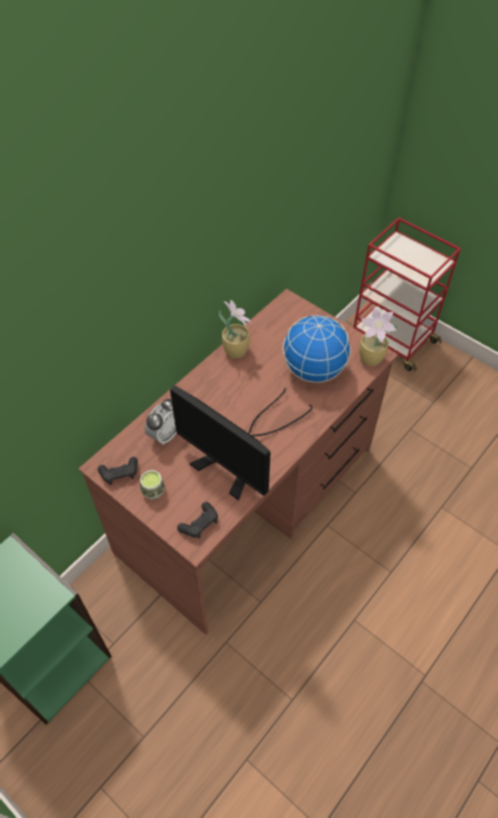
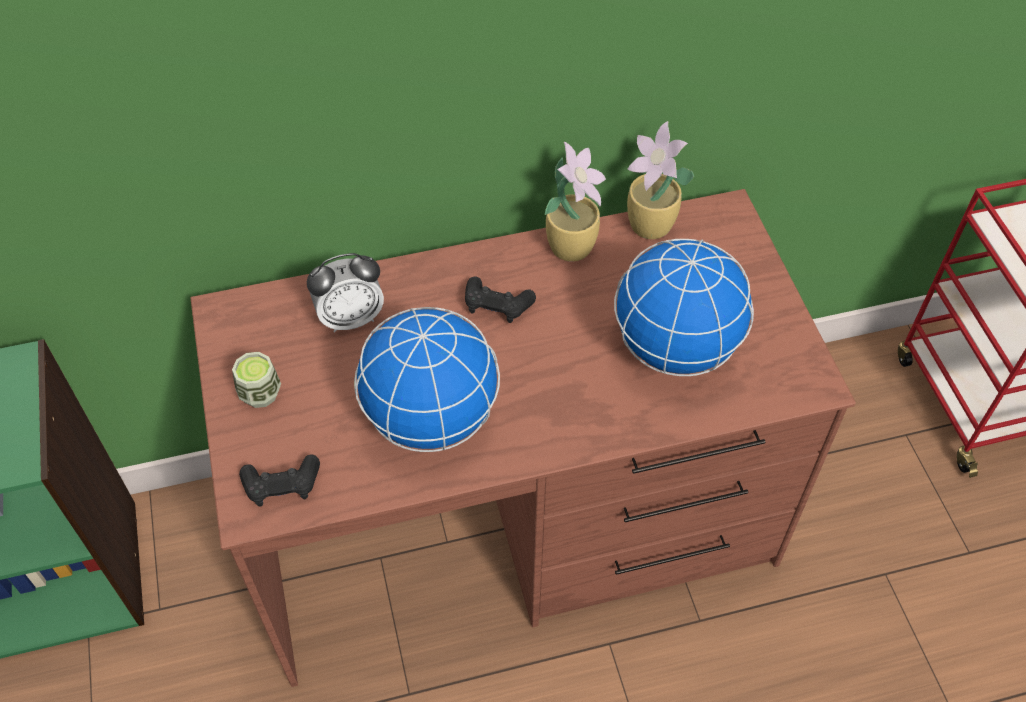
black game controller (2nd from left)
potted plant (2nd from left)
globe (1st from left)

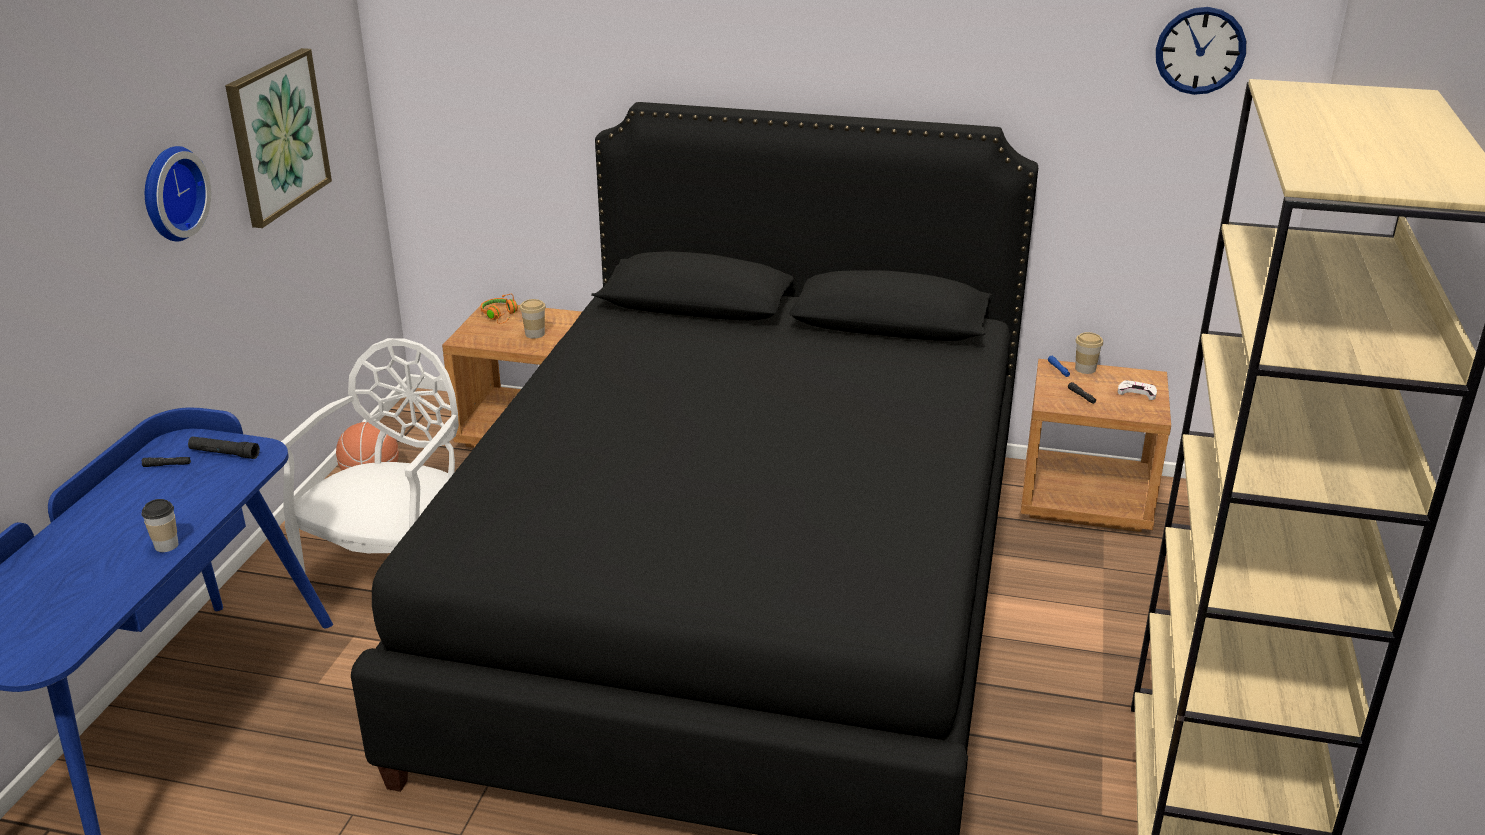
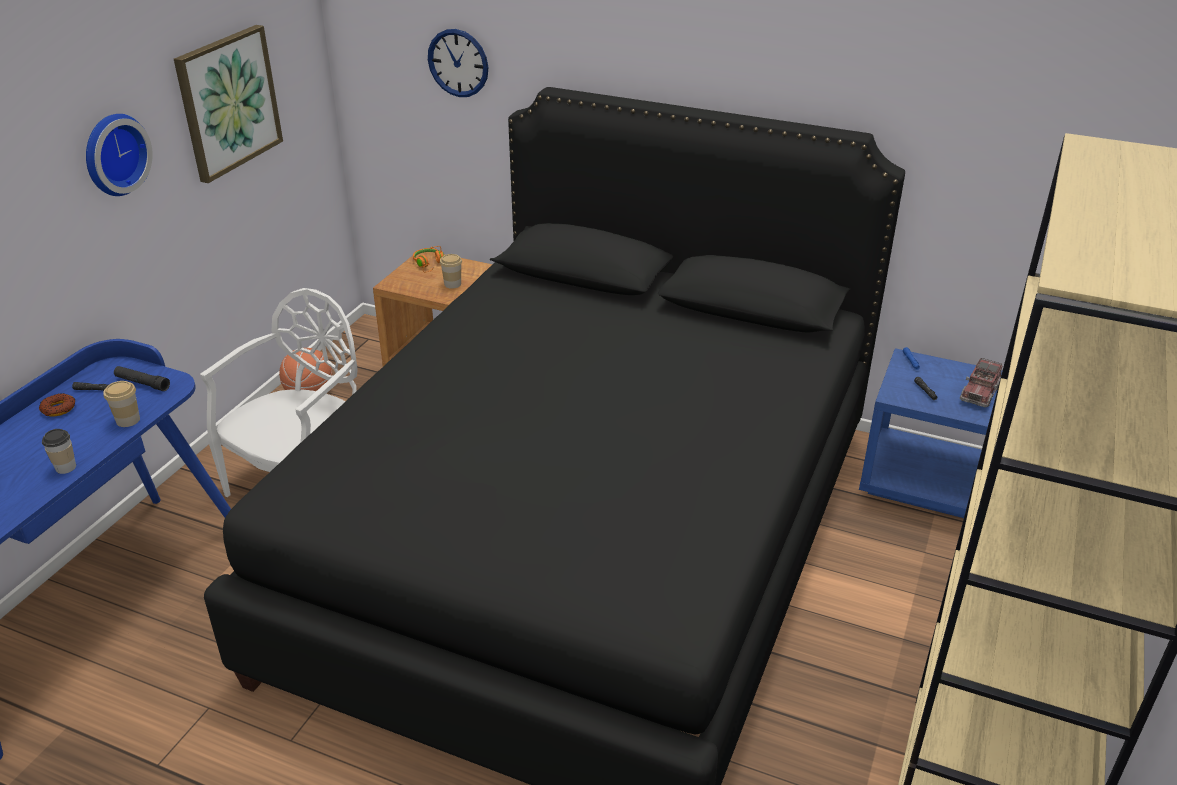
donut
cup (2nd from left)
wall clock (2nd from left)
toy truck
blue nightstand

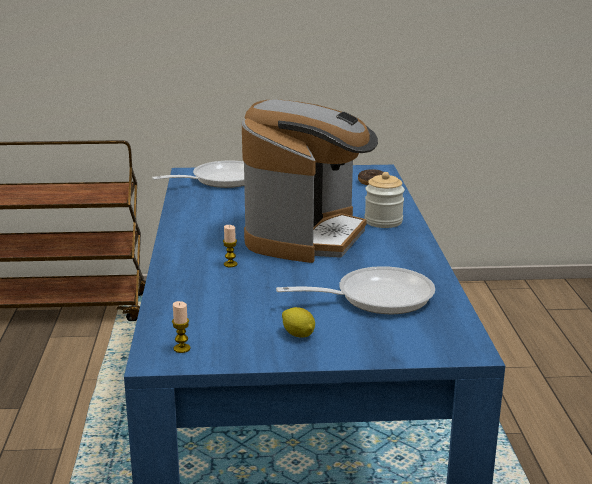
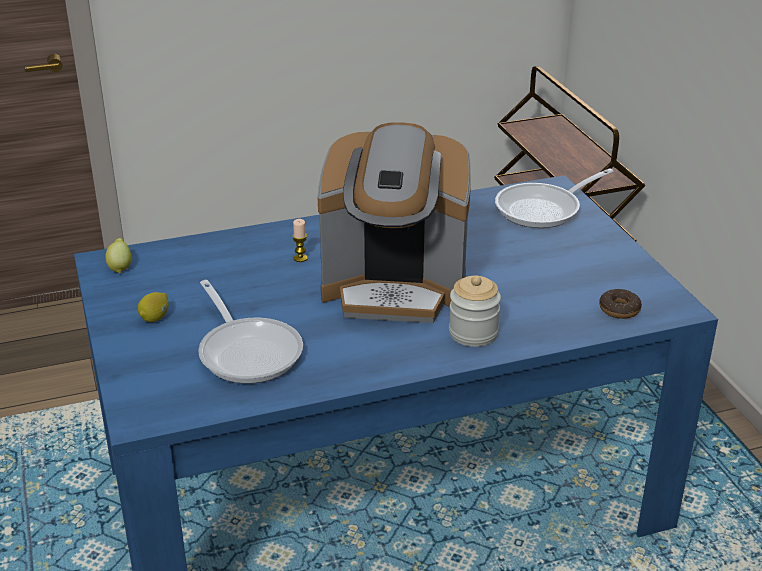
lemon (1st from left)
frying pan (2nd from left)

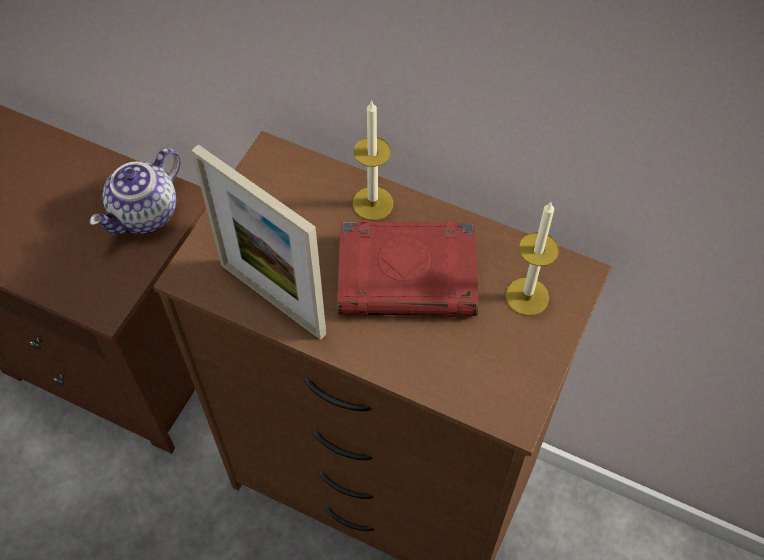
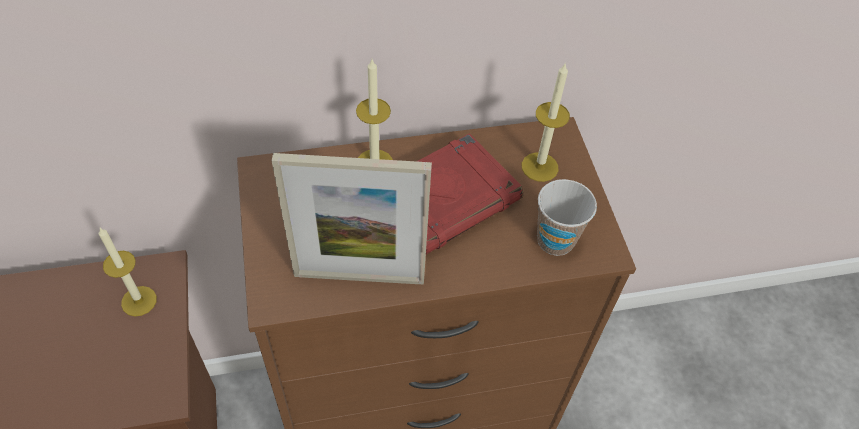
cup
candle (1st from left)

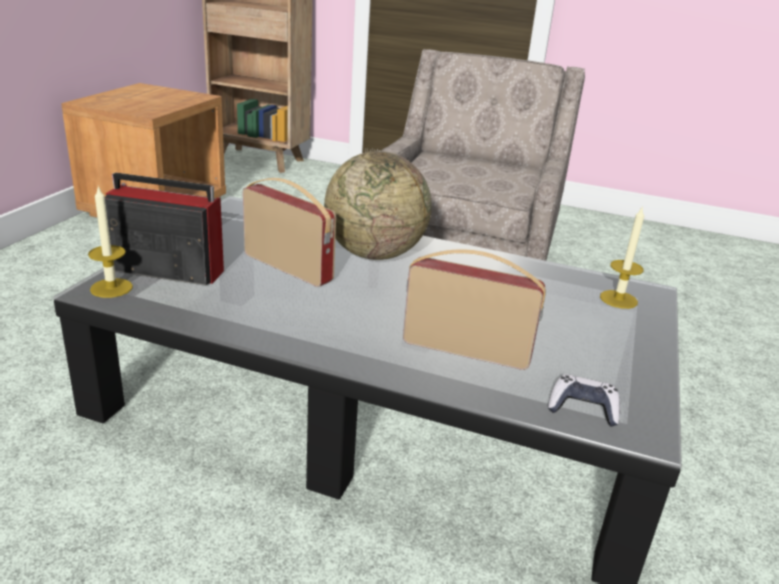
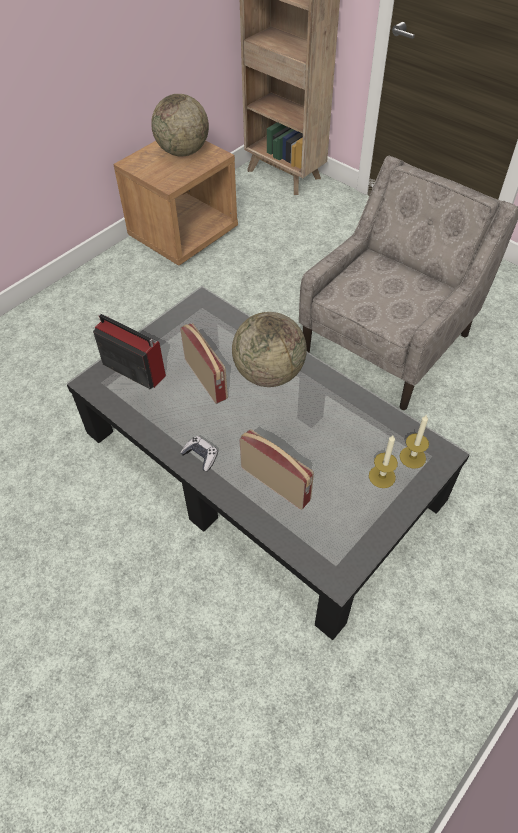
globe (1st from left)
candle (1st from left)
game controller

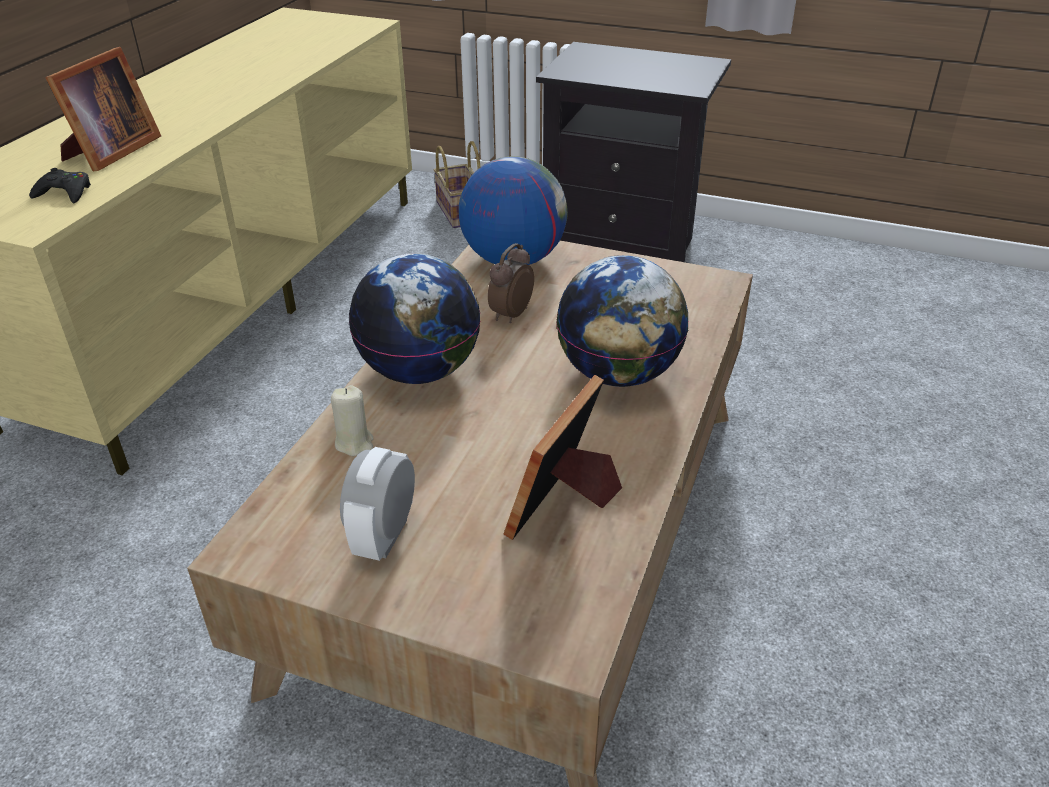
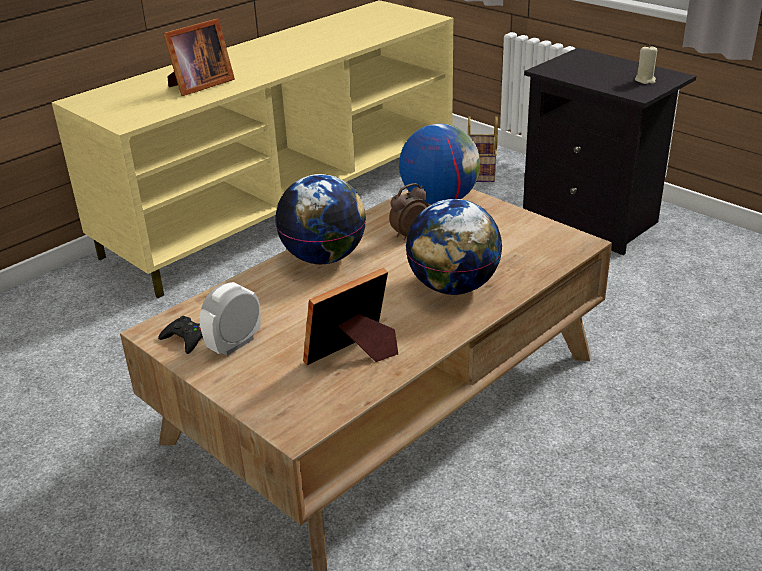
black game controller
beige candle

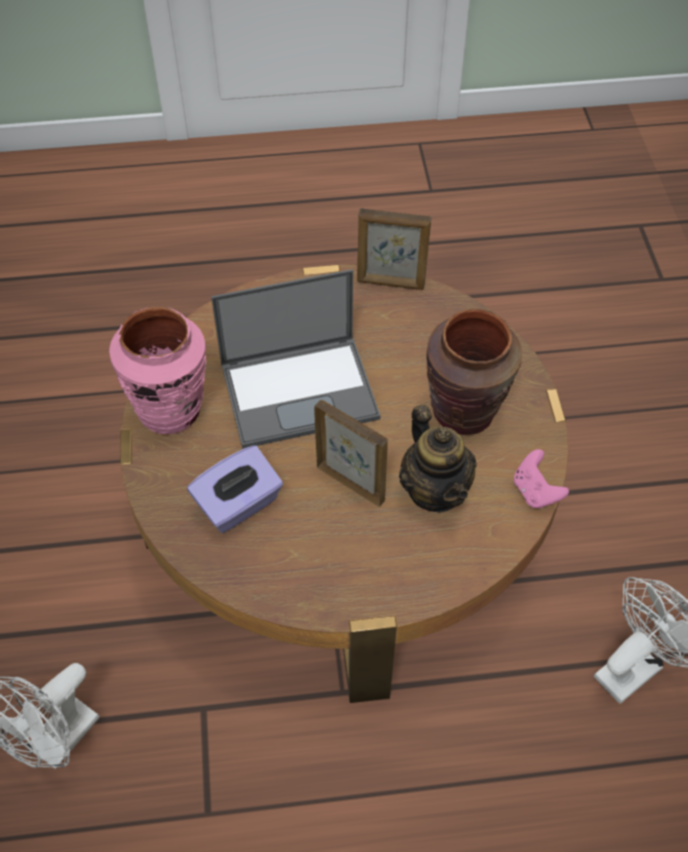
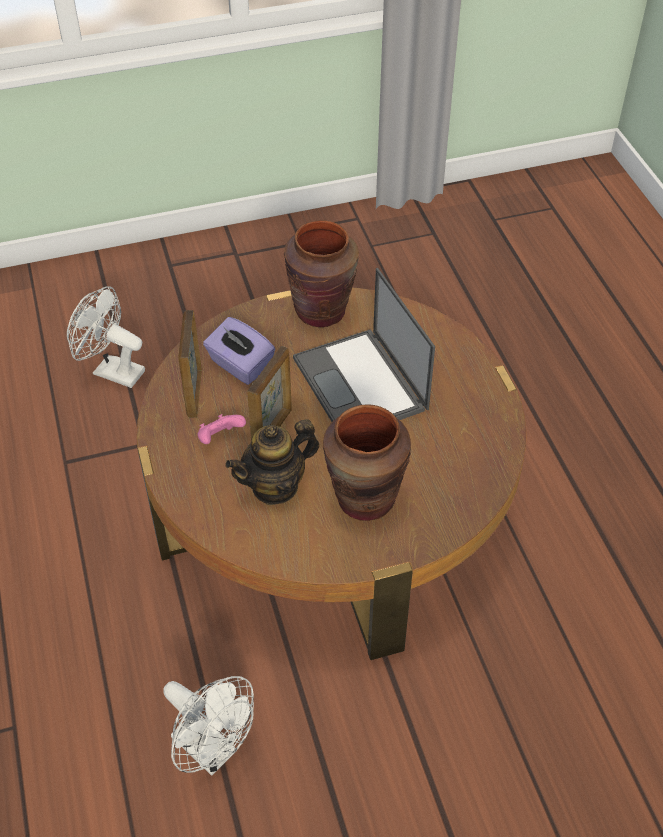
picture frame (1st from left)
pink game controller
brown vase (1st from left)

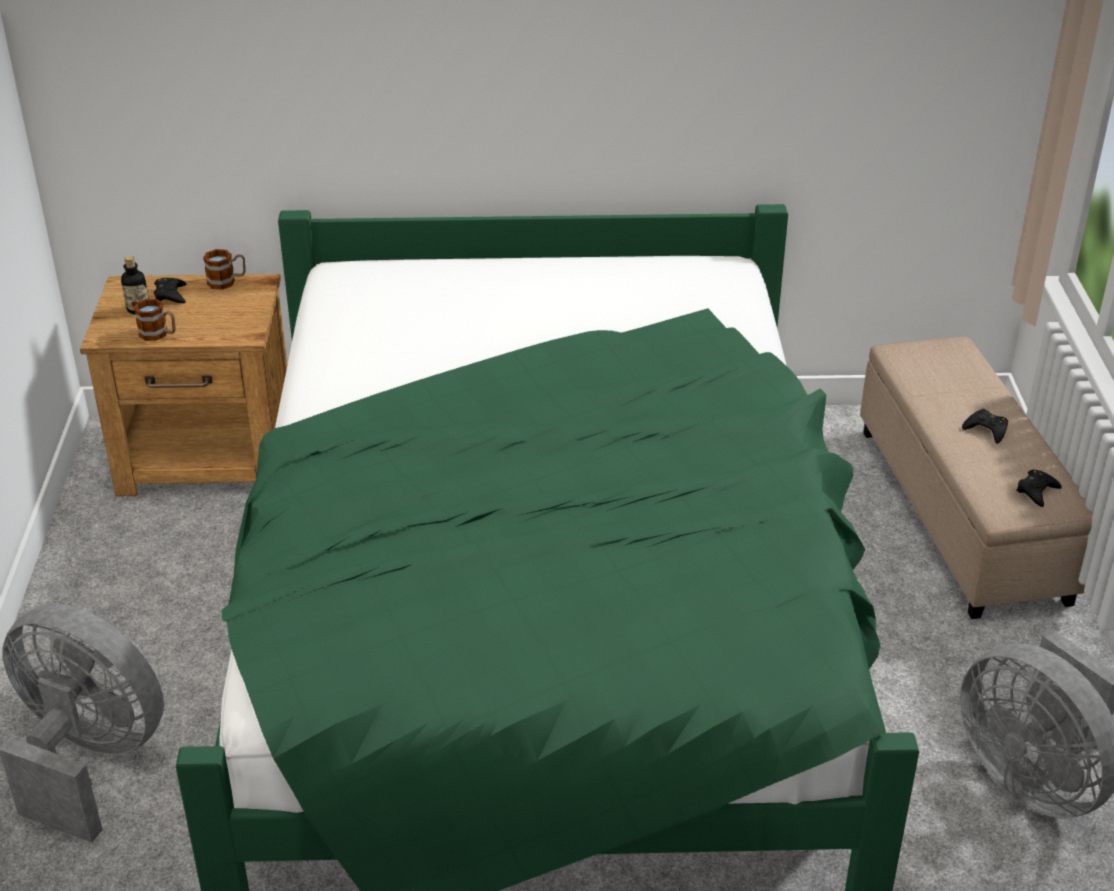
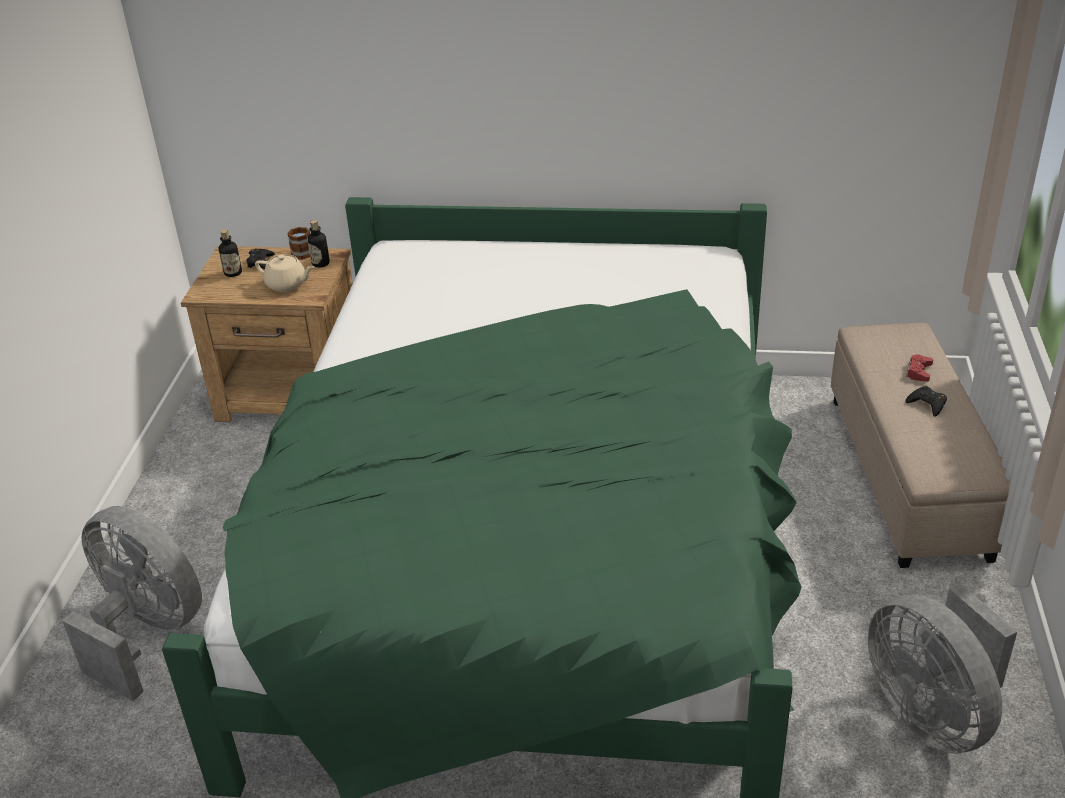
mug (1st from left in the first image)
black game controller (3rd from left in the first image)
beige teapot
bottle (2nd from left)
red game controller

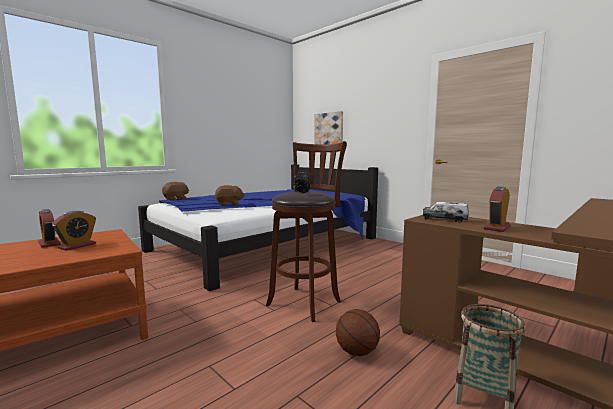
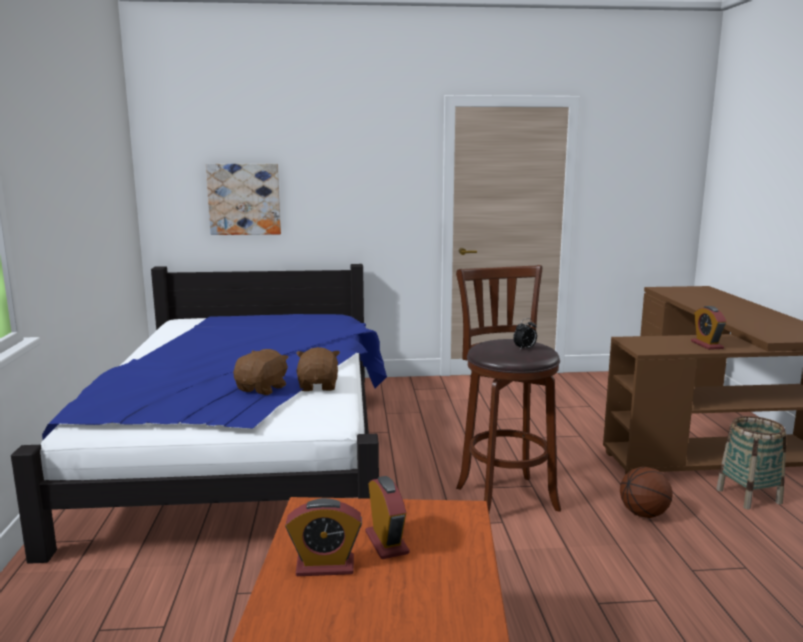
toy truck
brown plush toy (2nd from left)

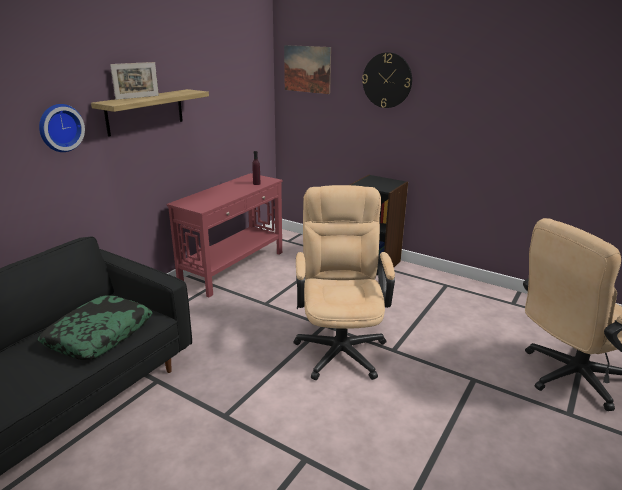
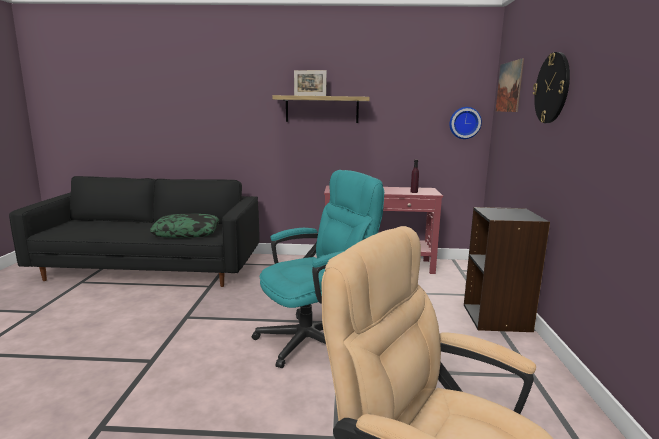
wall clock (1st from left)
turquoise office chair

